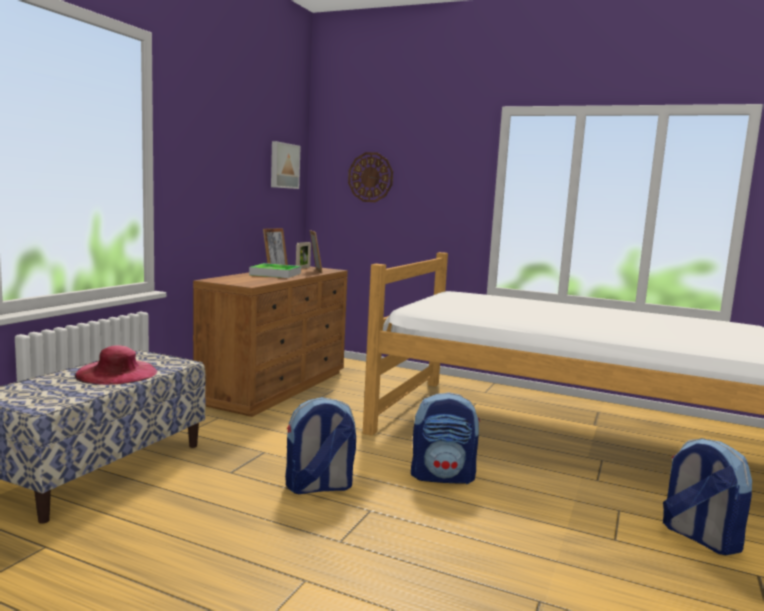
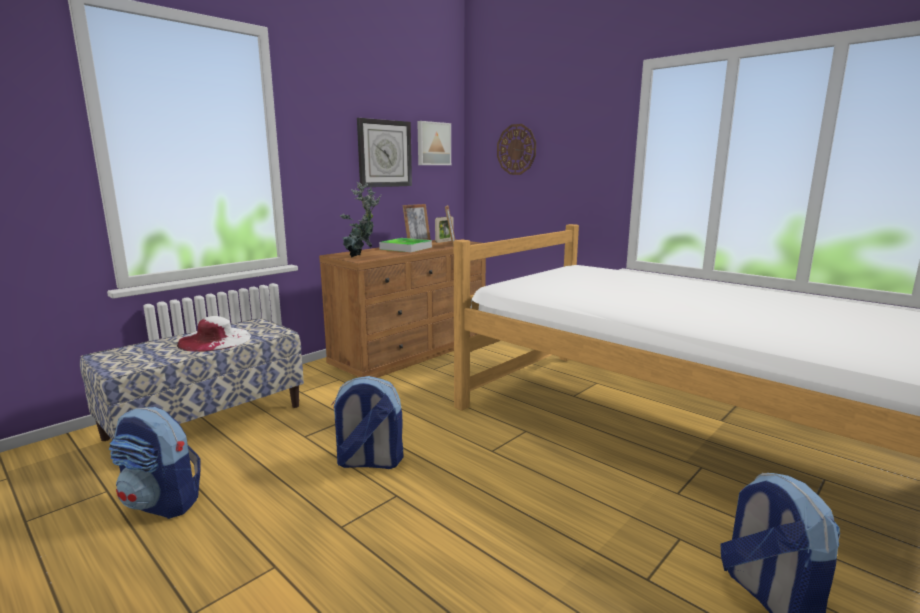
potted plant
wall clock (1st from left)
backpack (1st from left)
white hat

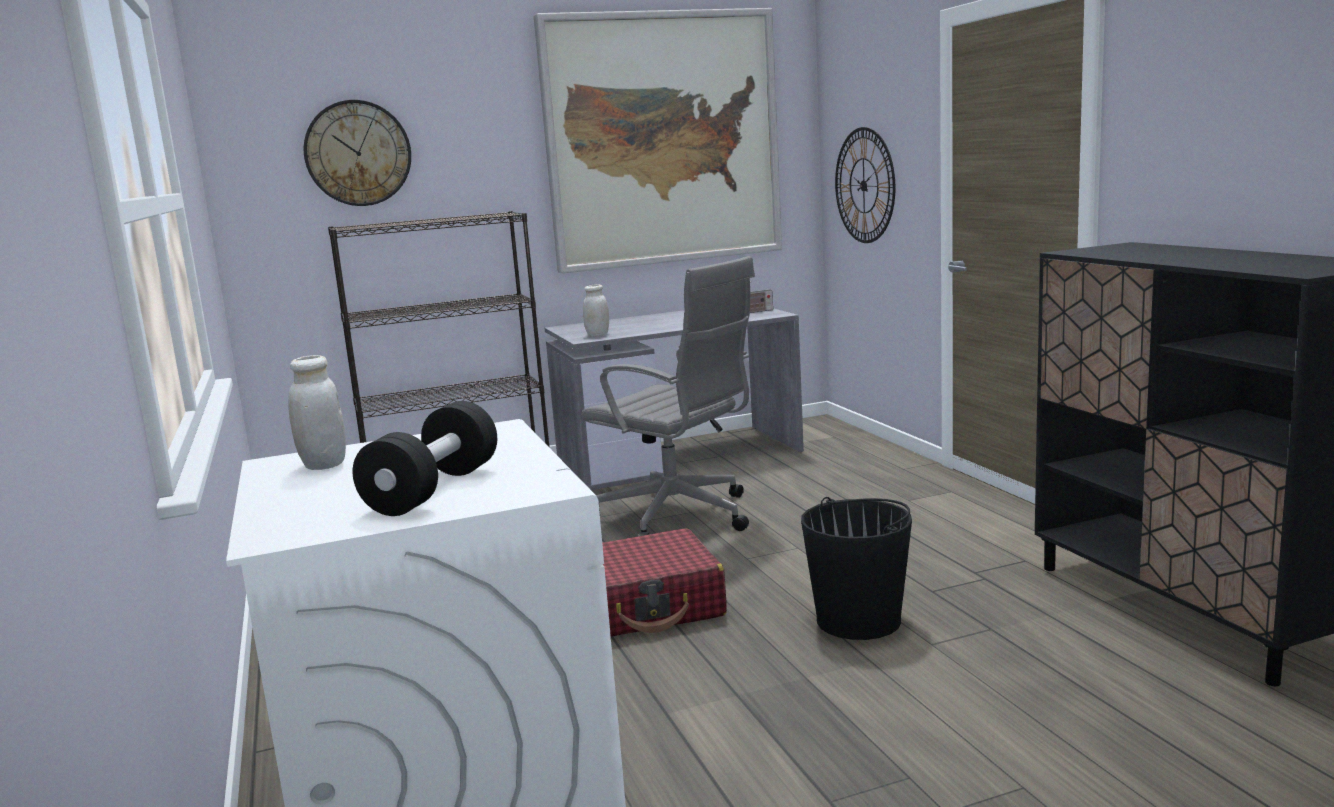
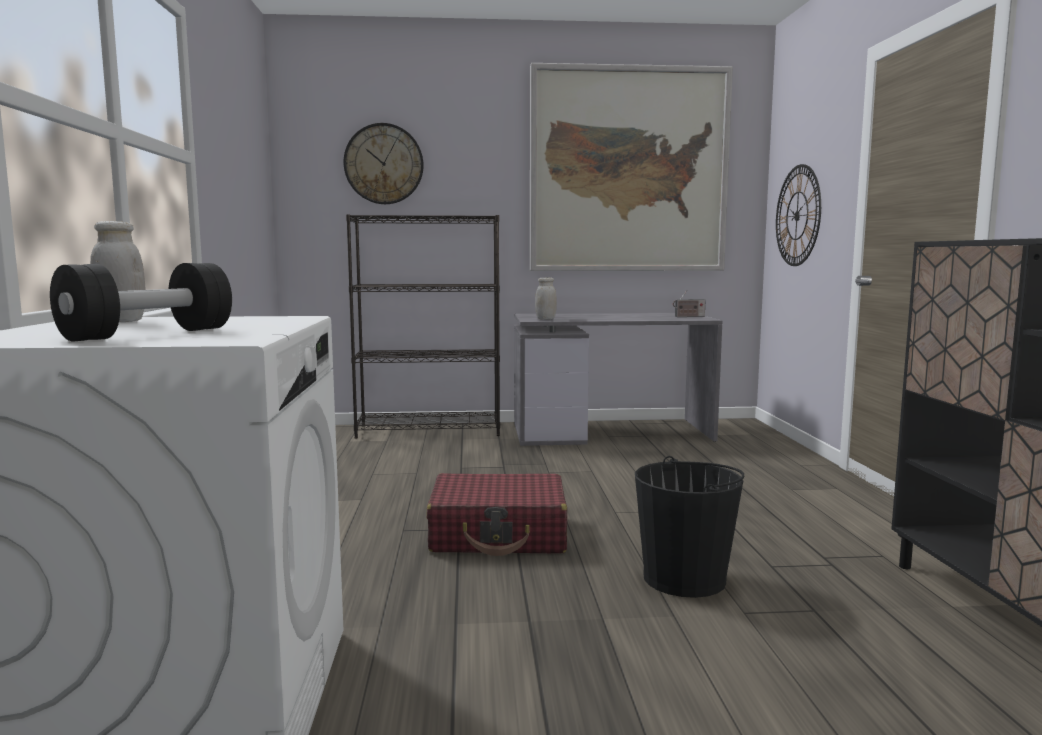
grey office chair

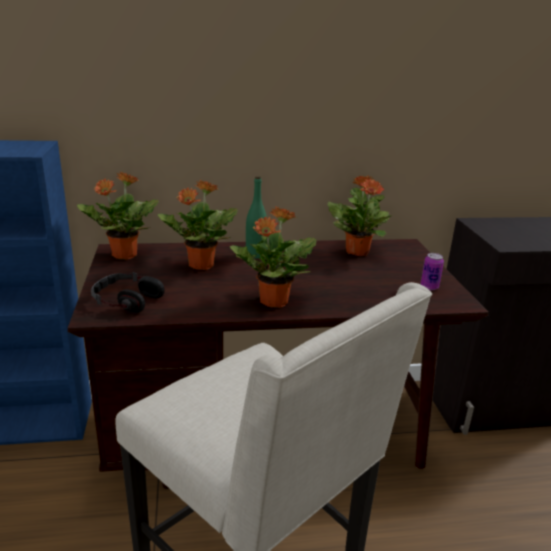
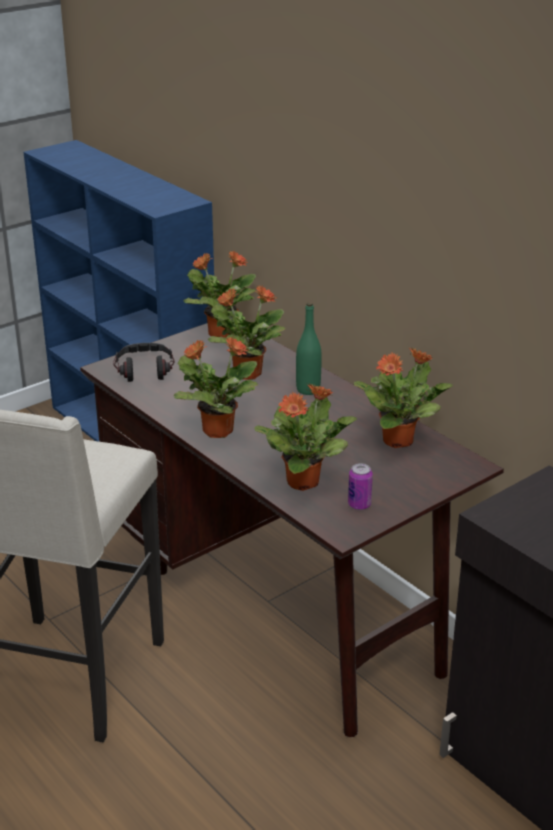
potted plant (4th from left)

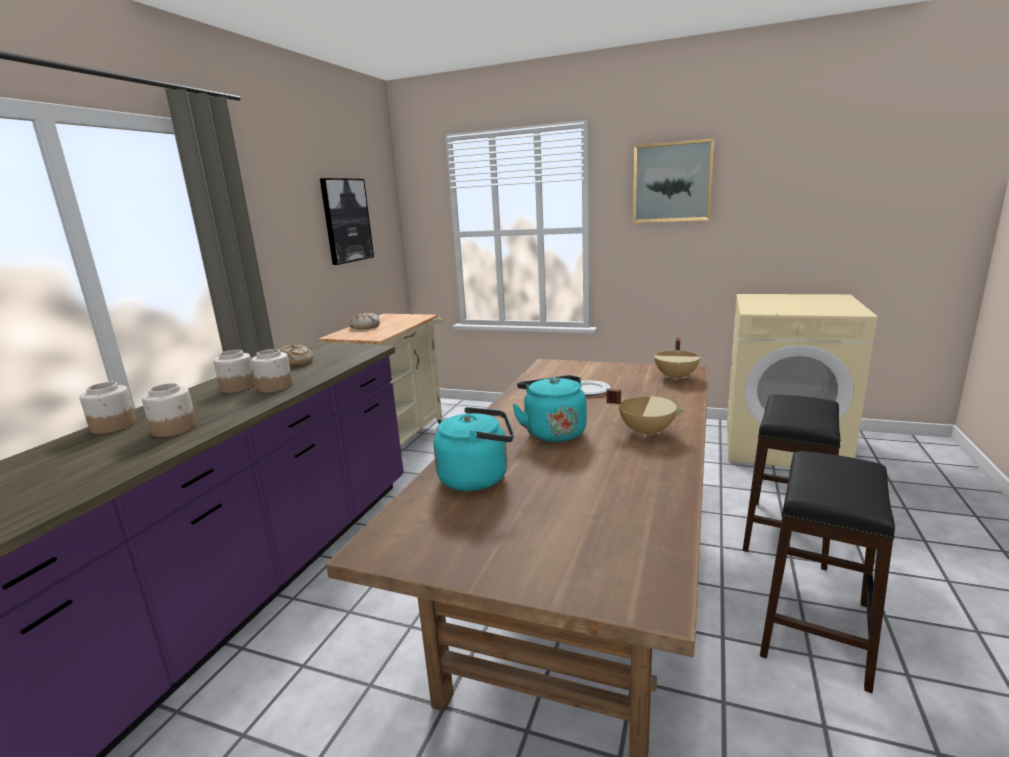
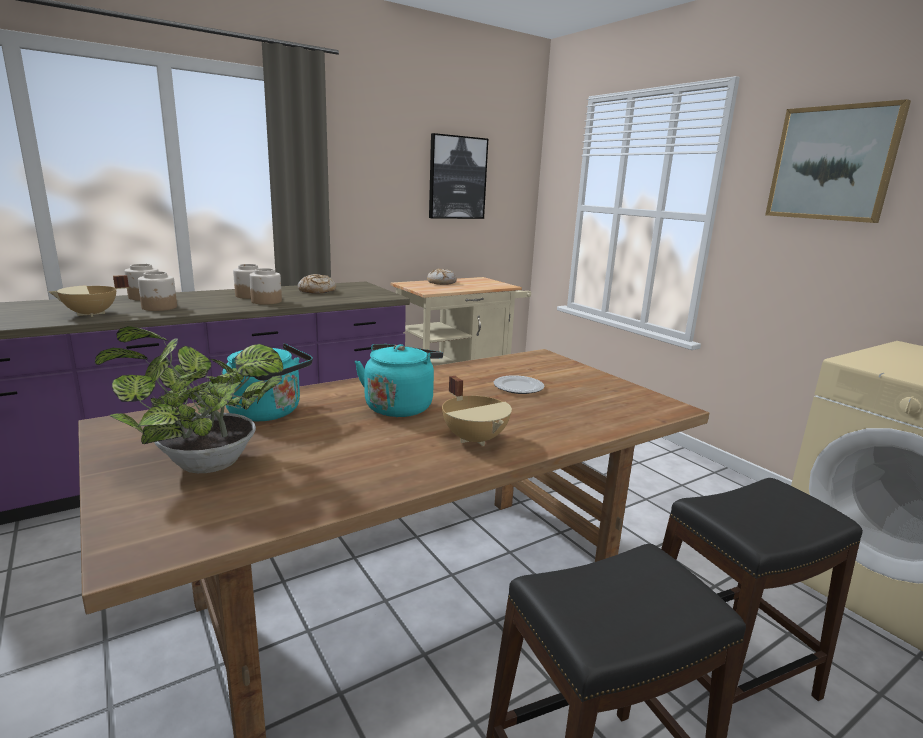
potted plant
beige cooking pot (1st from left)

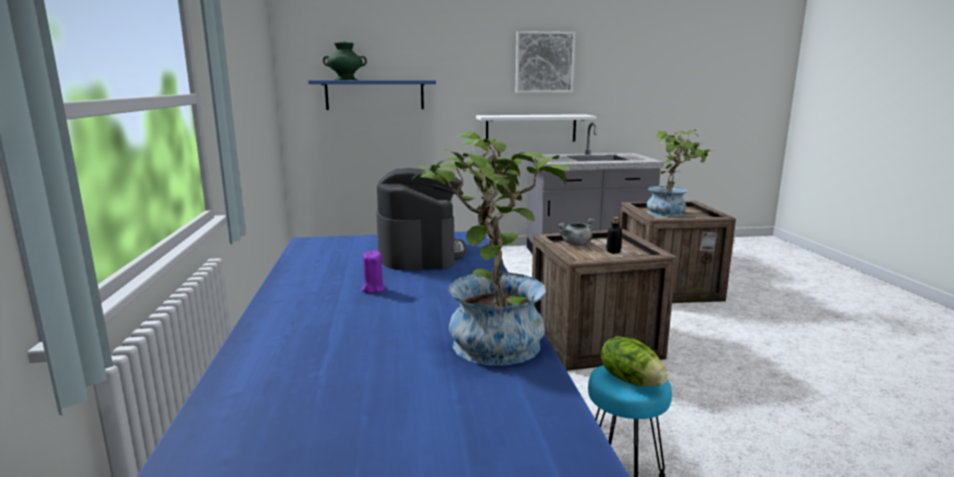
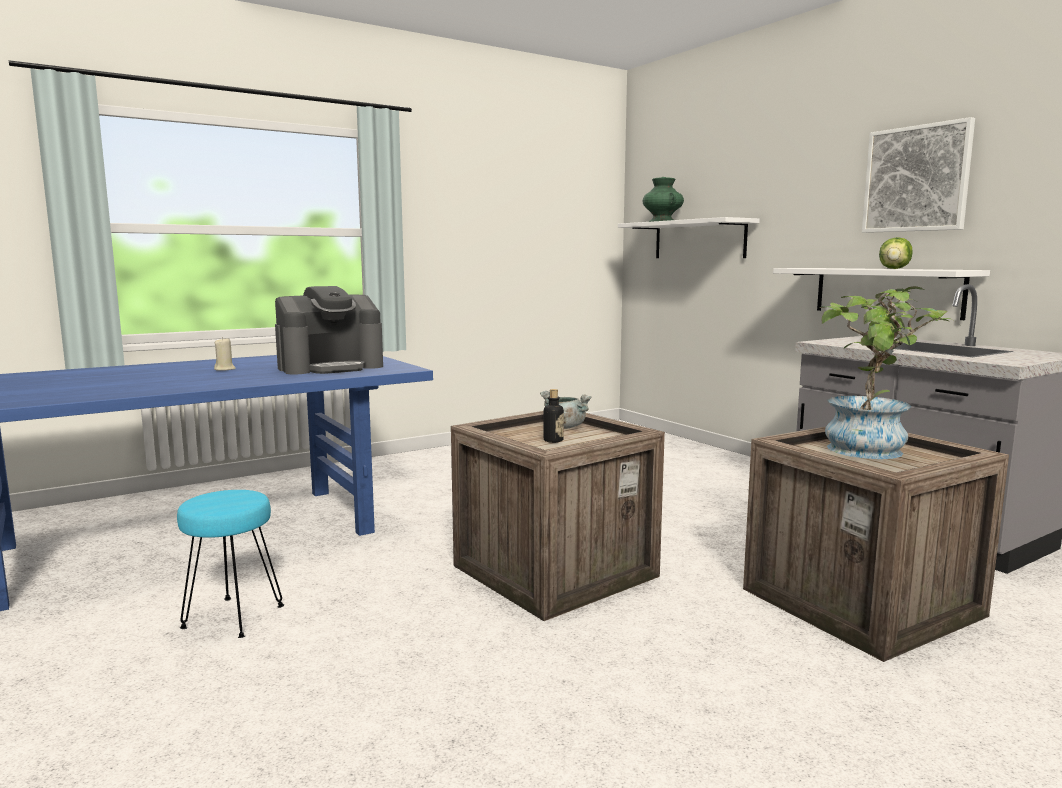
potted plant (1st from left in the first image)
lettuce
white shelf (1st from left)
beige candle

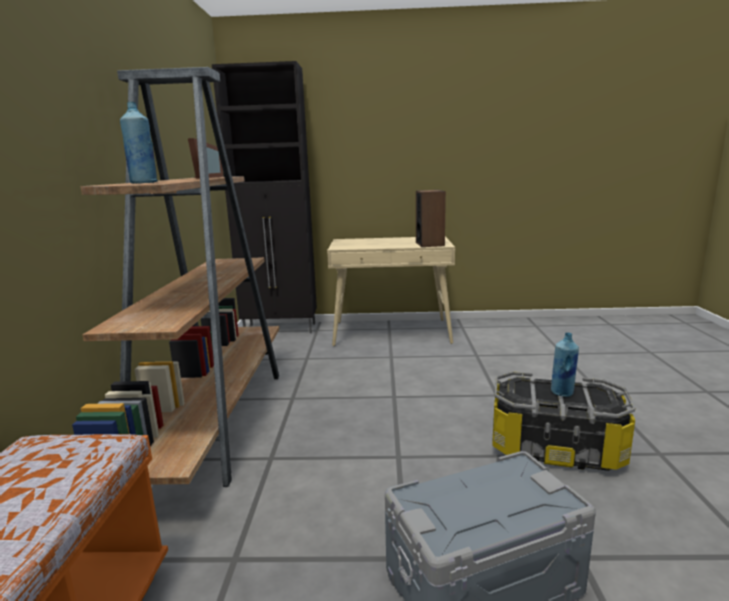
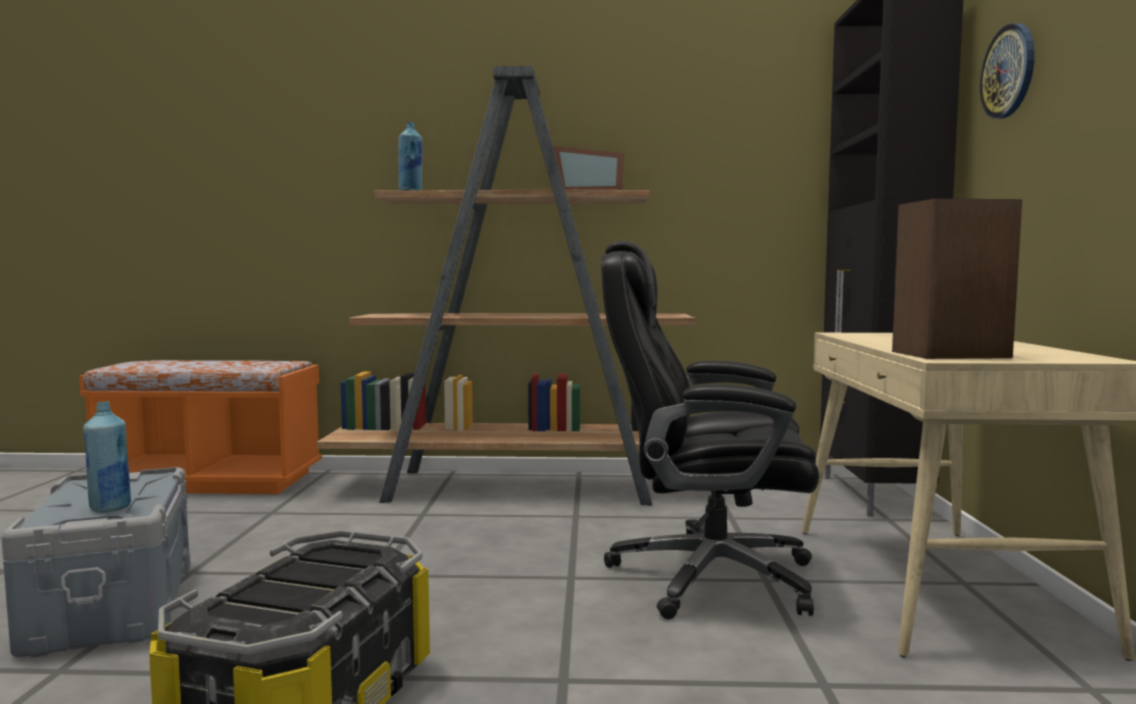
black office chair
wall clock
blue bottle (1st from left)

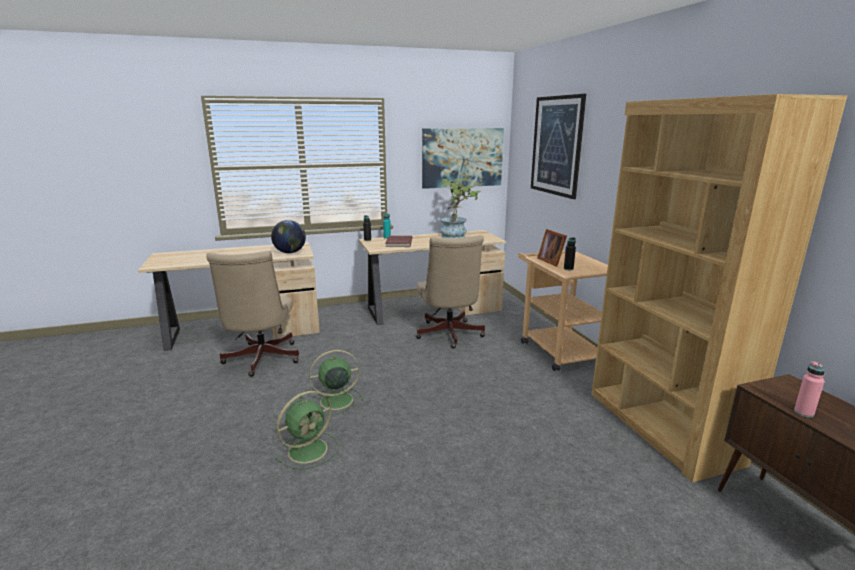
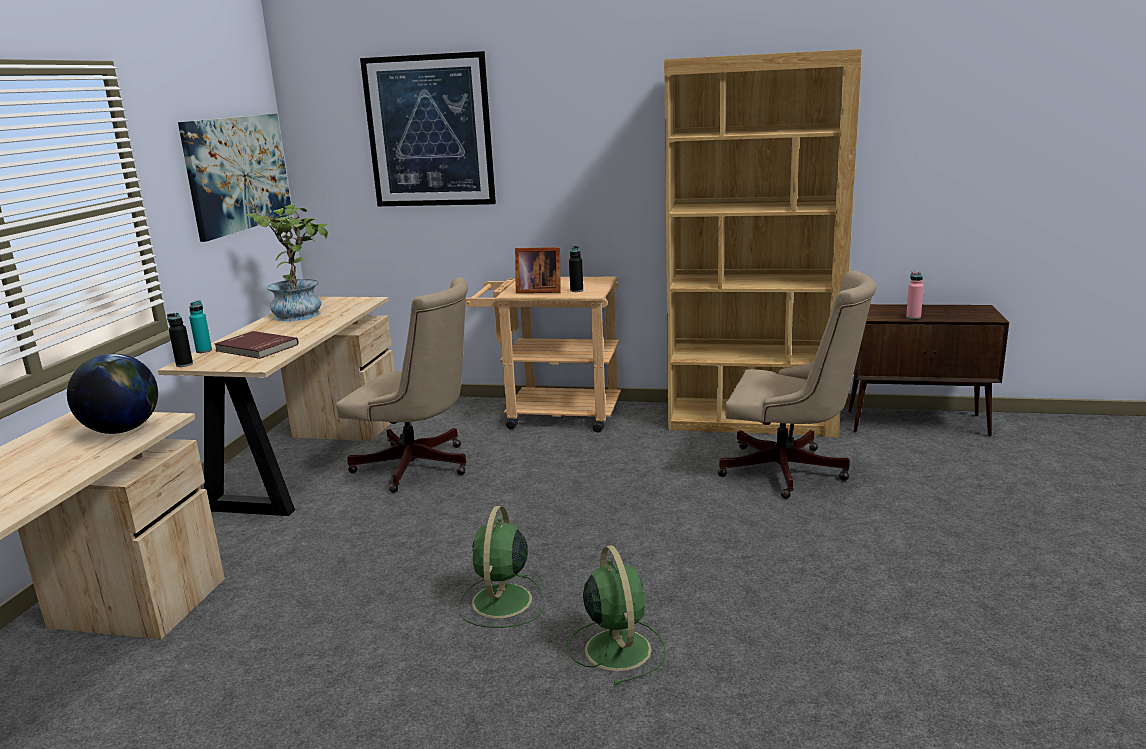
beige office chair (2nd from left)

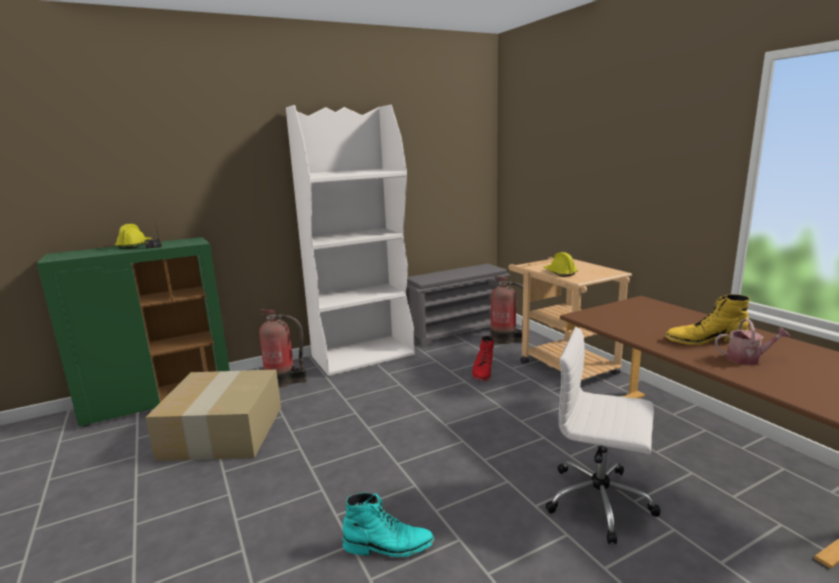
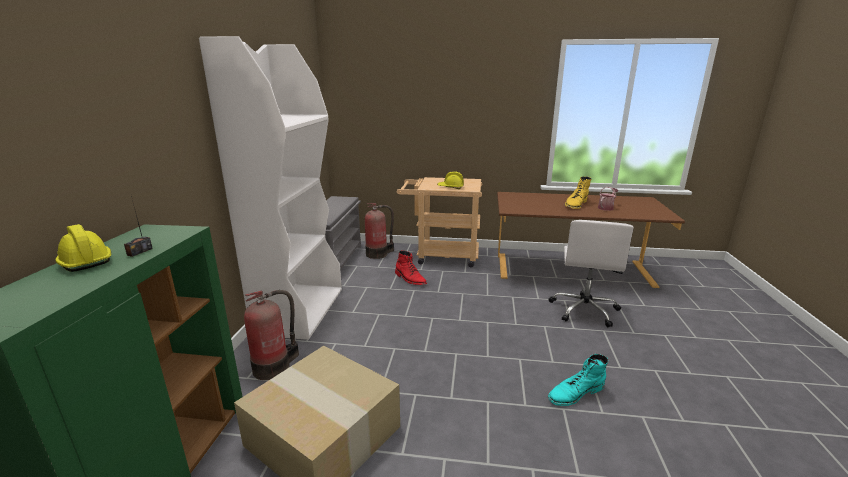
turquoise boot
white office chair

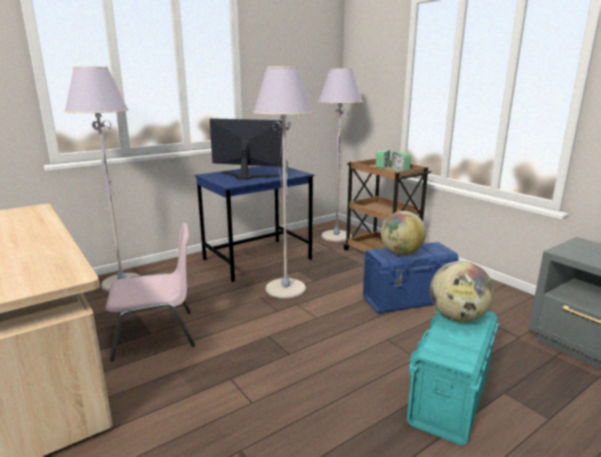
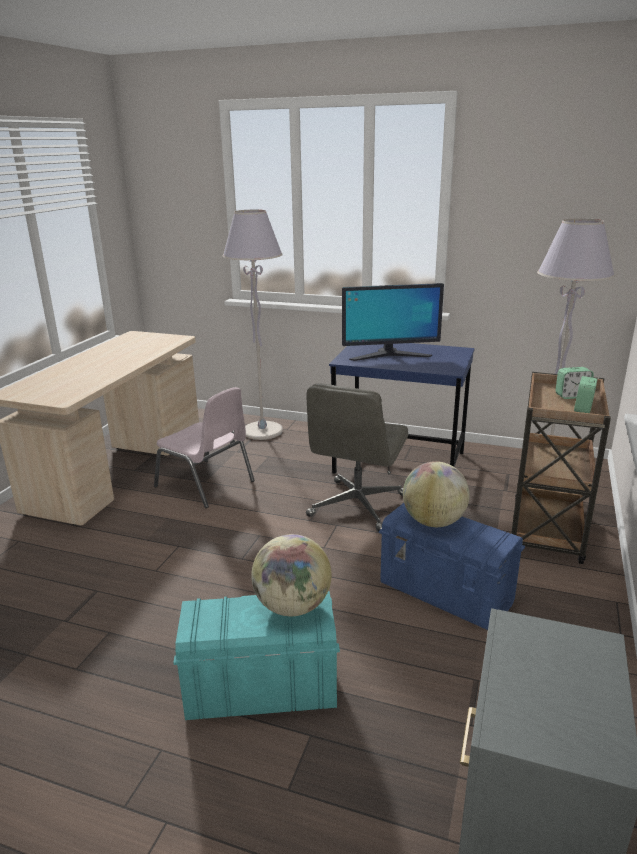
grey office chair
monitor

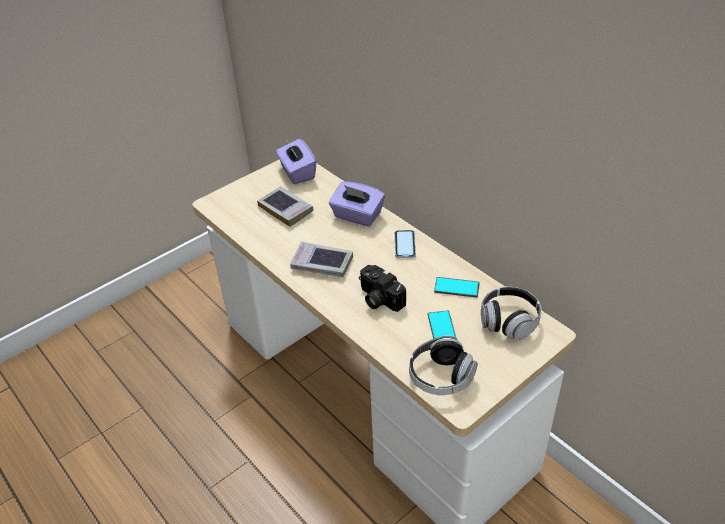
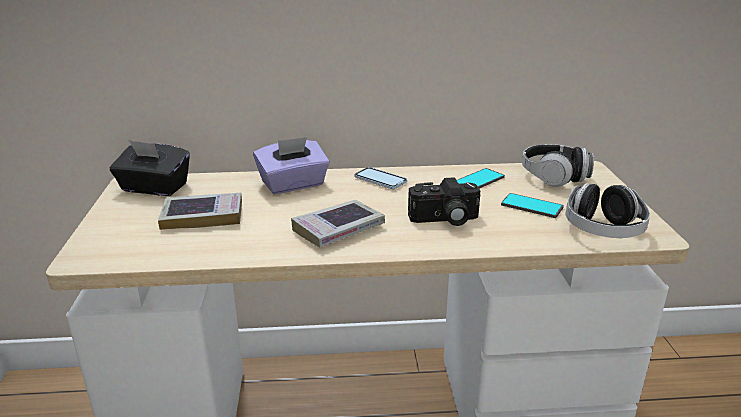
black tissue box

